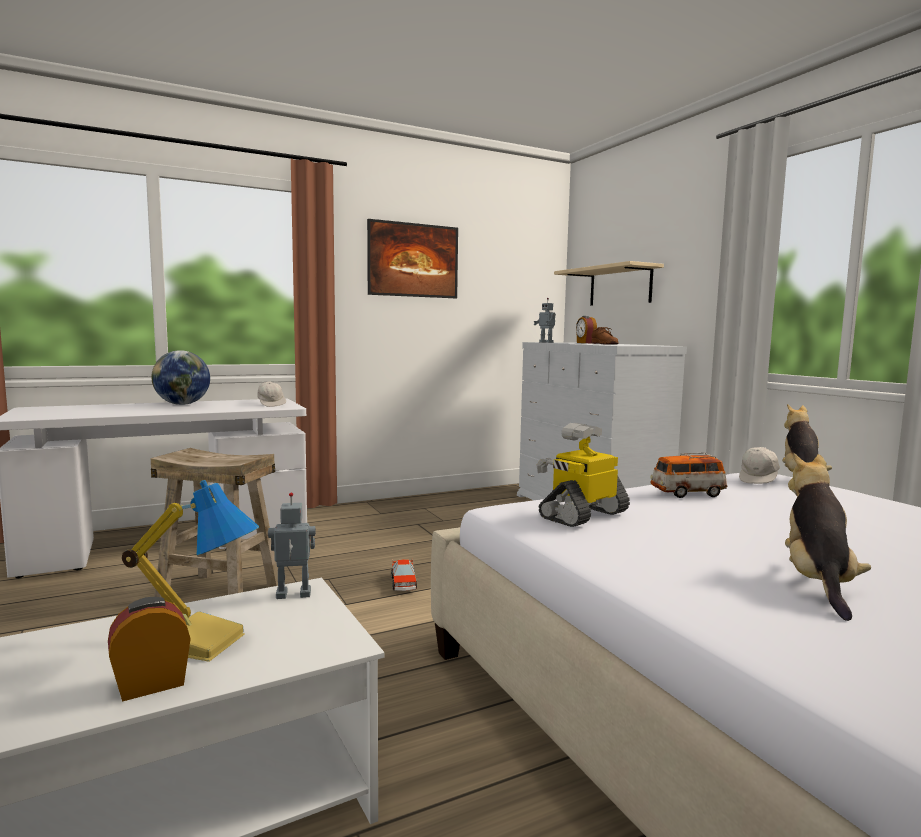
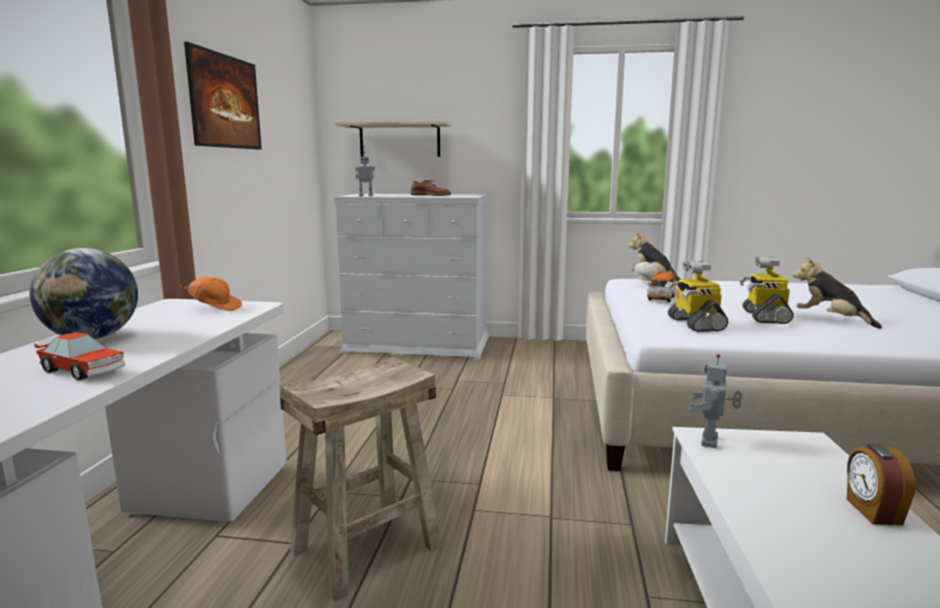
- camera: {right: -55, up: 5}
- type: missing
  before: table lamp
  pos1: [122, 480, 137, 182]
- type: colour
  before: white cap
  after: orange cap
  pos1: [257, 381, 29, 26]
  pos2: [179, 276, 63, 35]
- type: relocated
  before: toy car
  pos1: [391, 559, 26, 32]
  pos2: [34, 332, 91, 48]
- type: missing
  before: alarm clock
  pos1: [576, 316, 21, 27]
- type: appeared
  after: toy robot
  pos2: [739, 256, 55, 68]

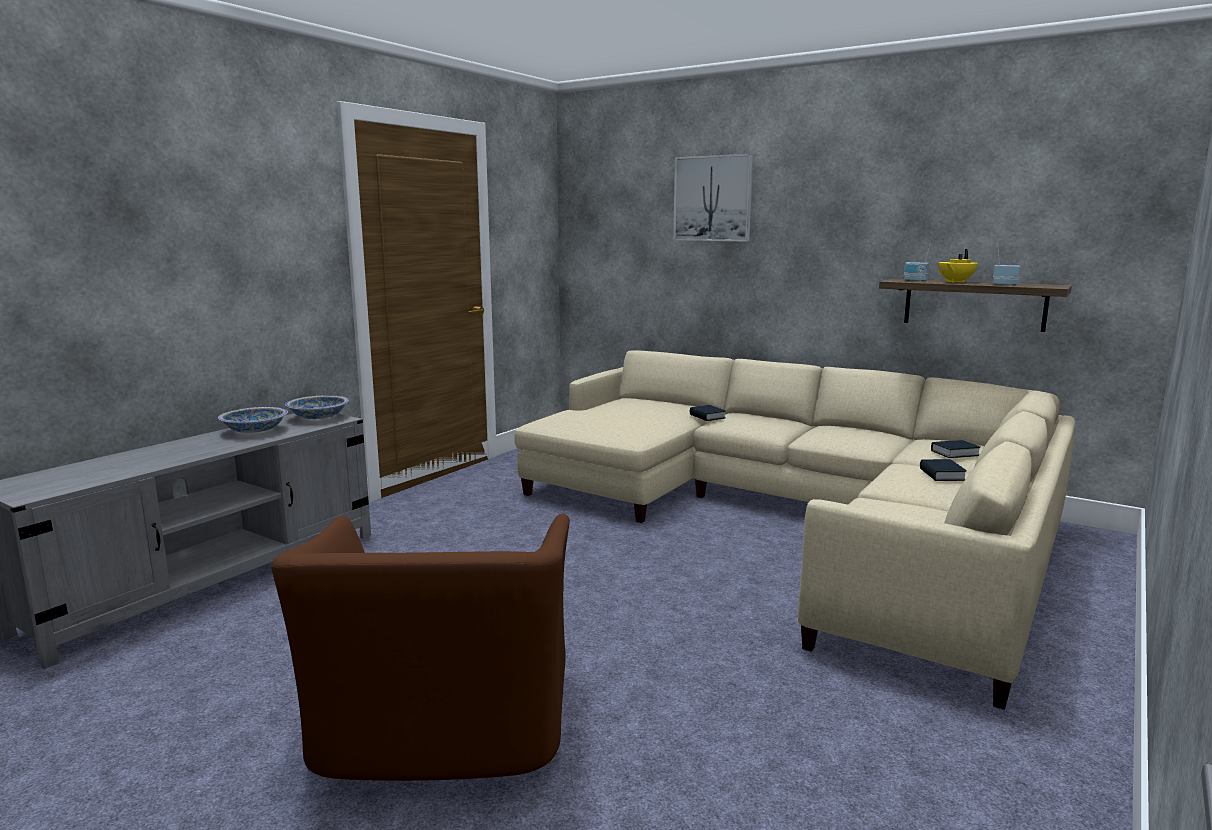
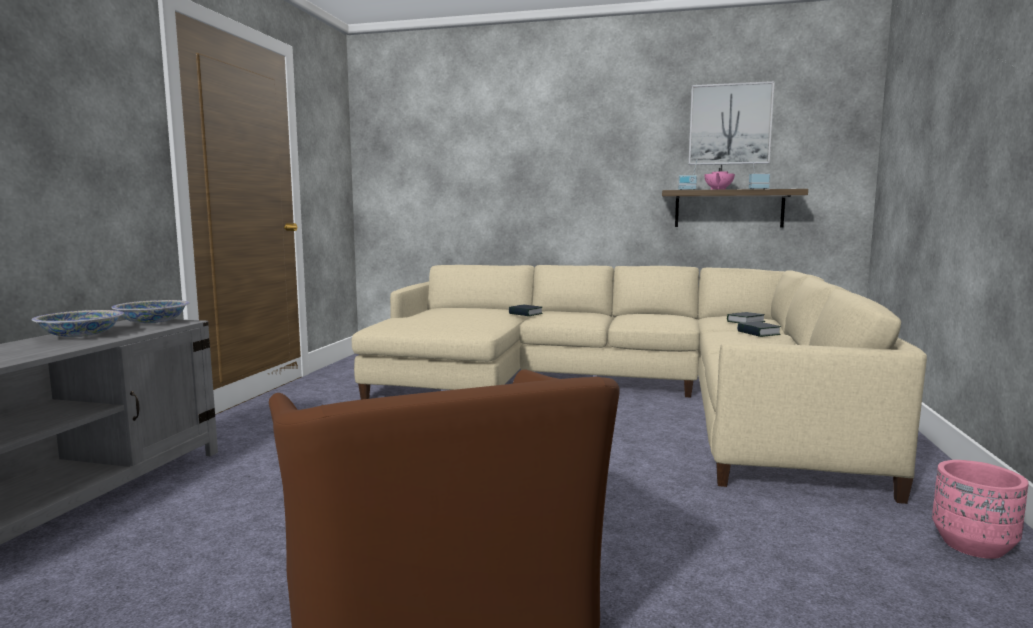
- camera: {right: -20, up: -5}
- type: relocated
  before: picture
  pos1: [673, 154, 80, 88]
  pos2: [688, 81, 87, 84]
- type: colour
  before: yellow teapot
  after: pink teapot
  pos1: [938, 249, 40, 34]
  pos2: [704, 165, 31, 25]
- type: appeared
  after: pink planter
  pos2: [932, 460, 97, 99]

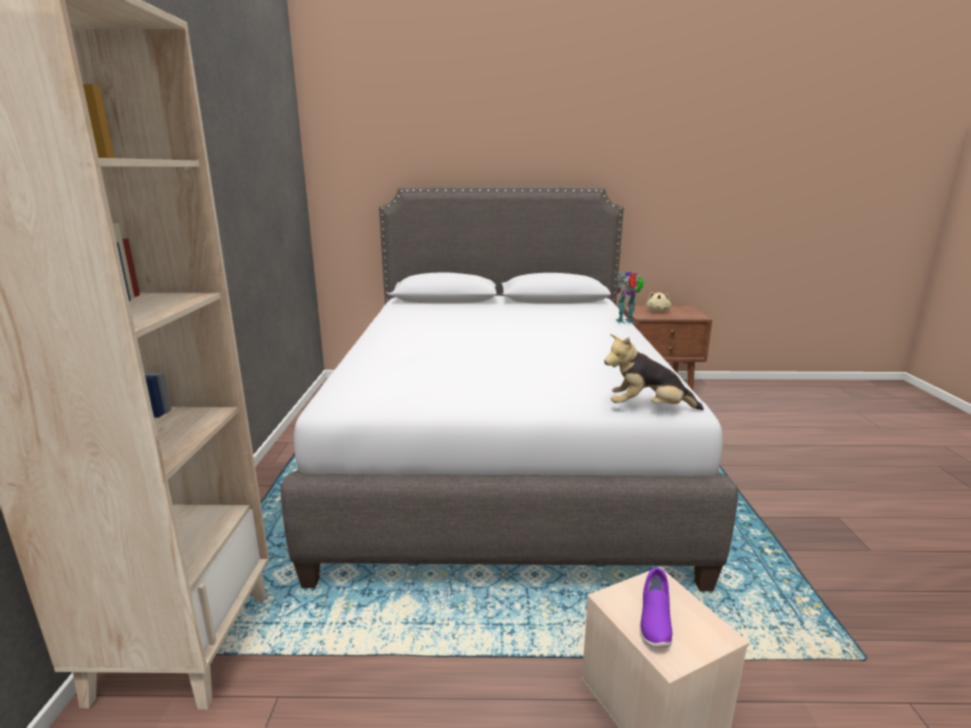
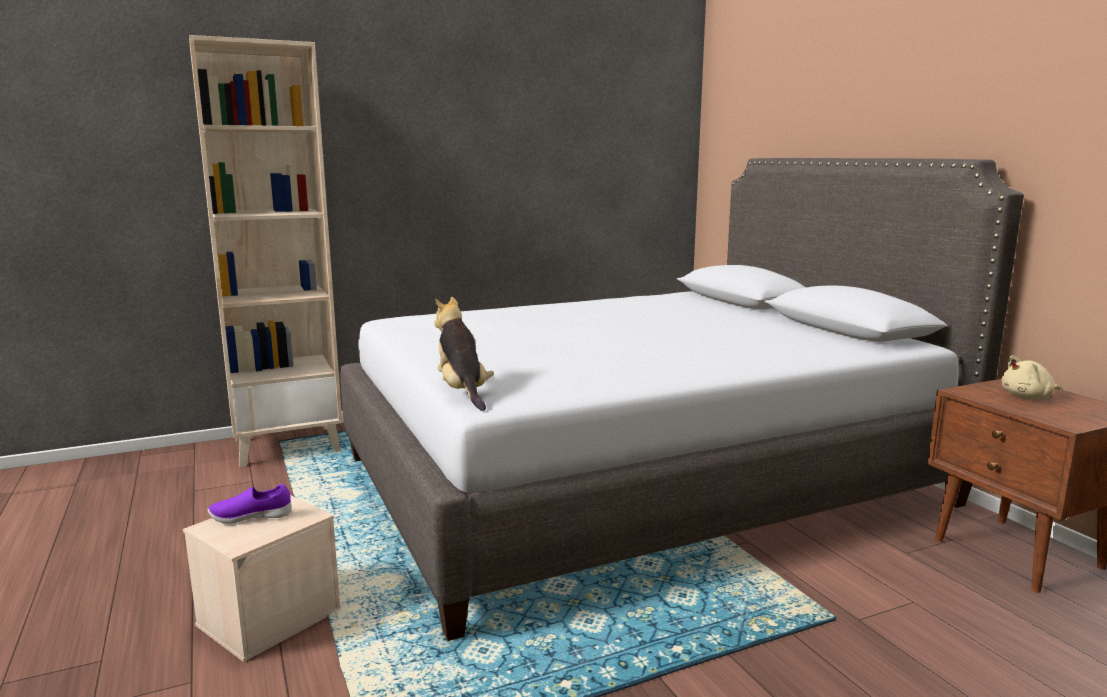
- camera: {right: 65, up: -5}
- type: missing
  before: toy robot
  pos1: [616, 271, 28, 53]

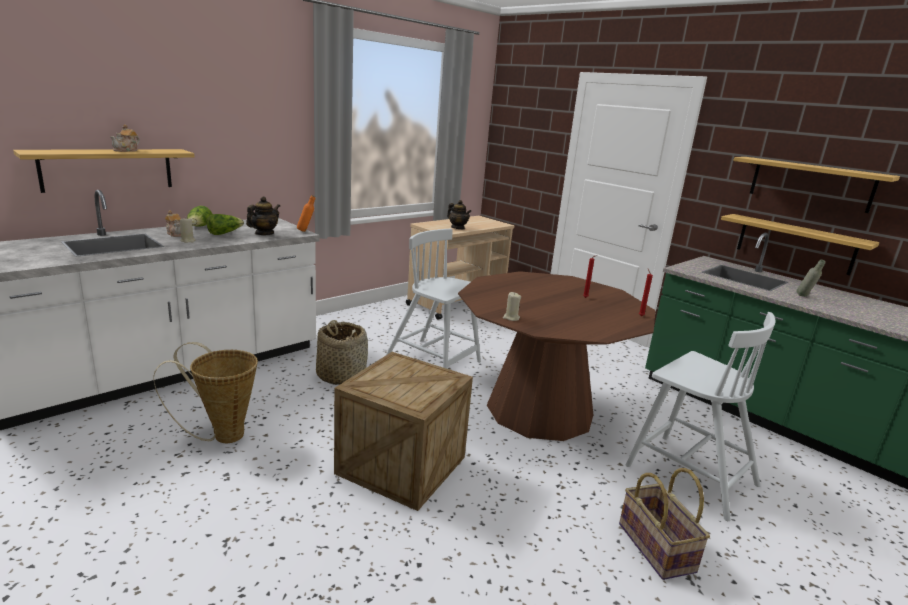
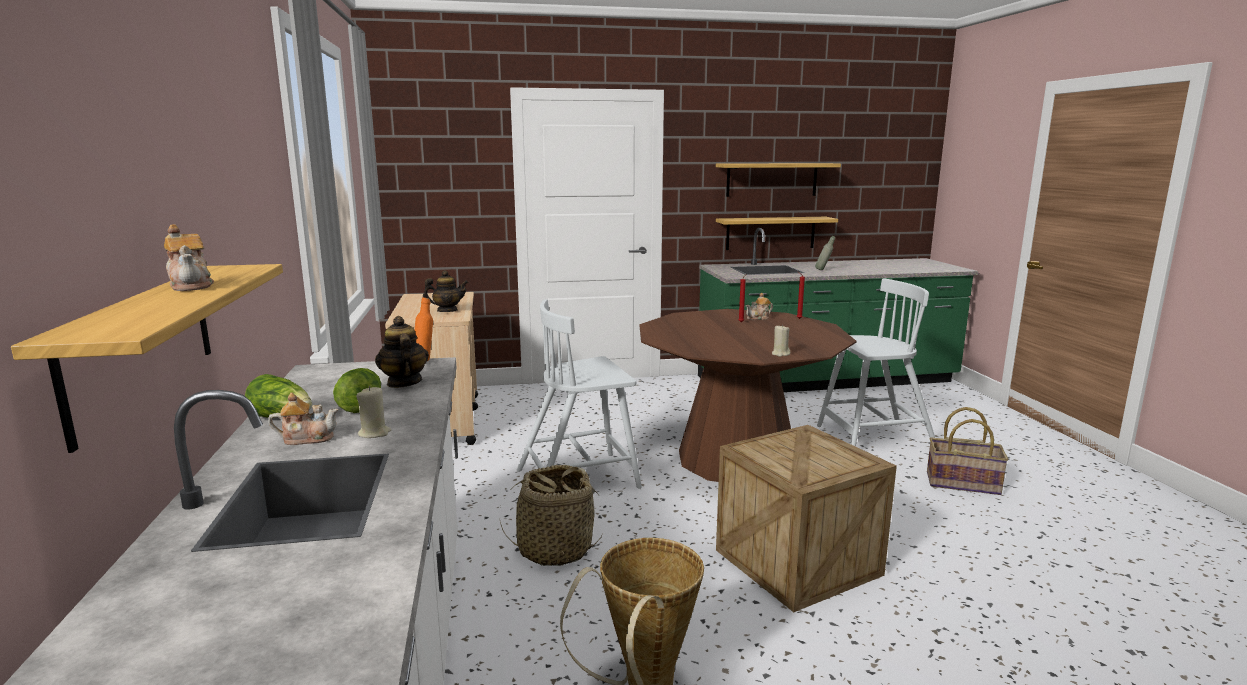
- camera: {right: -55, up: -5}
- type: appeared
  after: teapot
  pos2: [746, 293, 27, 27]

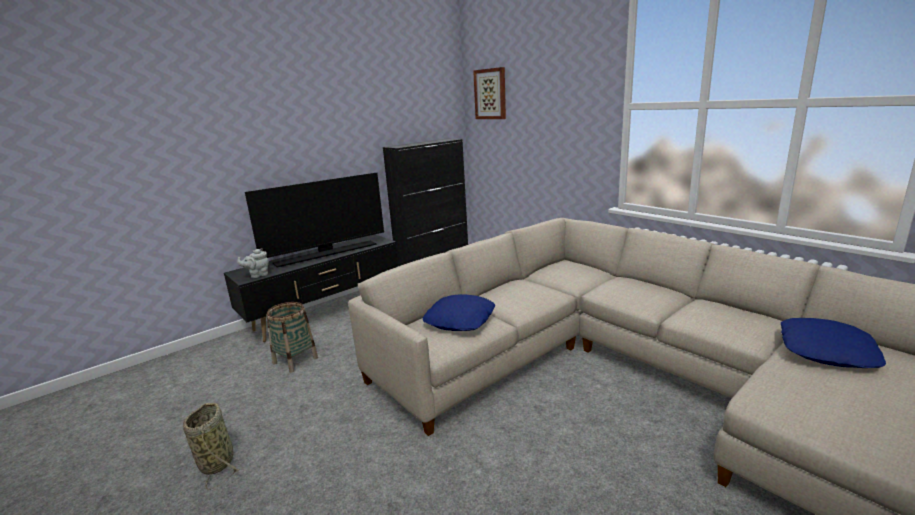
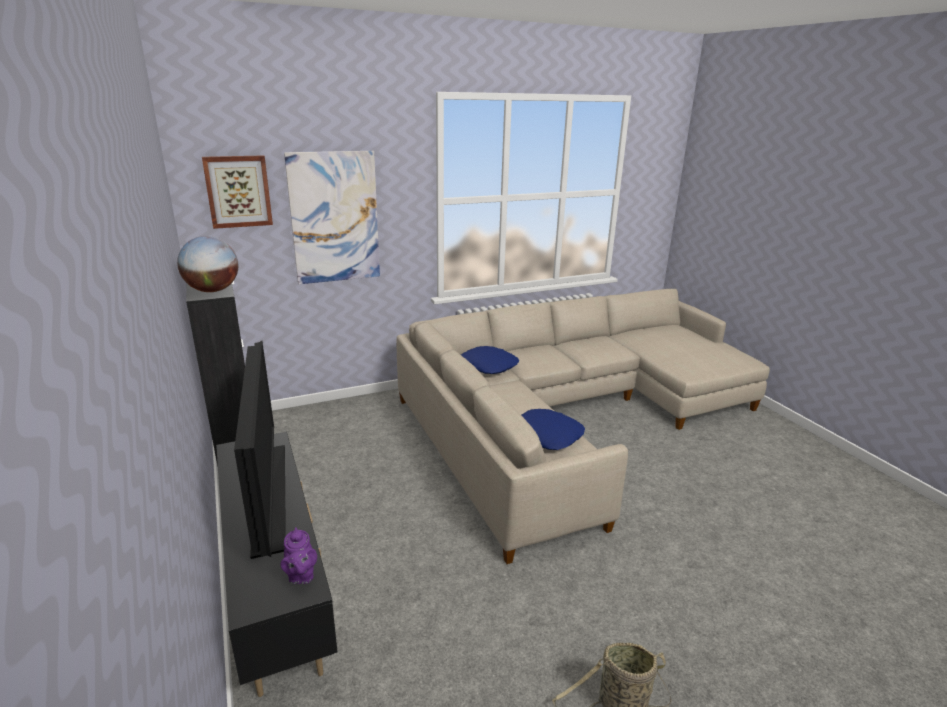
- camera: {right: -75, up: 5}
- type: colour
  before: grey teapot
  after: purple teapot
  pos1: [237, 248, 32, 30]
  pos2: [281, 527, 36, 57]
- type: missing
  before: basket
  pos1: [267, 302, 51, 71]
- type: relocated
  before: blue pillow
  pos1: [781, 318, 105, 50]
  pos2: [461, 346, 58, 28]
- type: appeared
  after: globe
  pos2: [177, 236, 61, 56]
- type: appeared
  after: picture
  pos2: [284, 151, 96, 133]

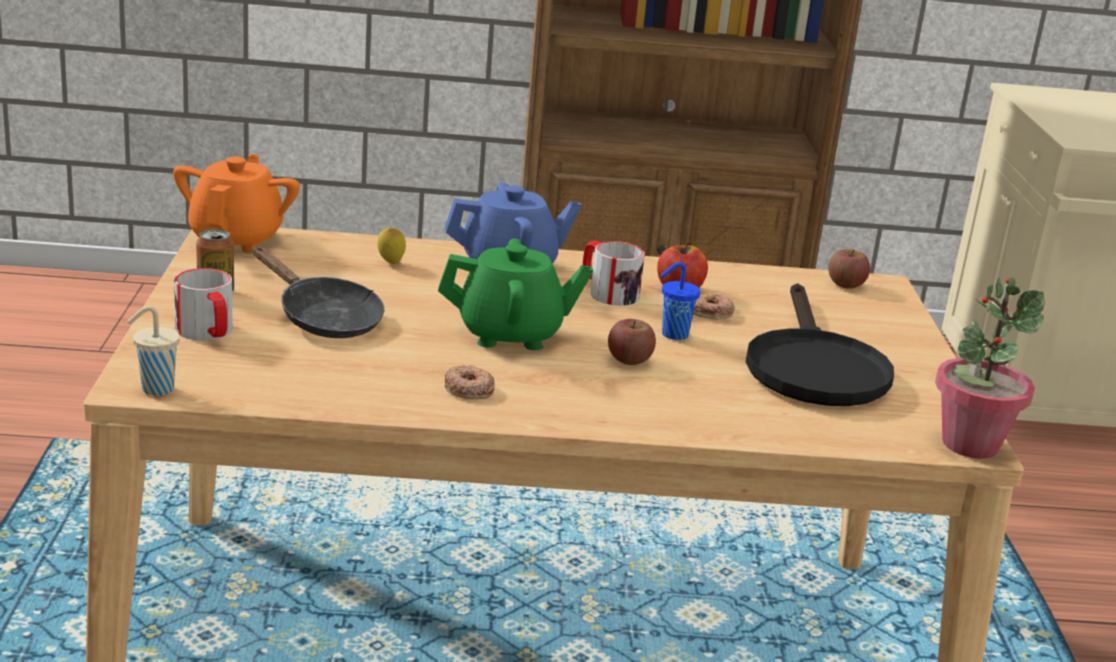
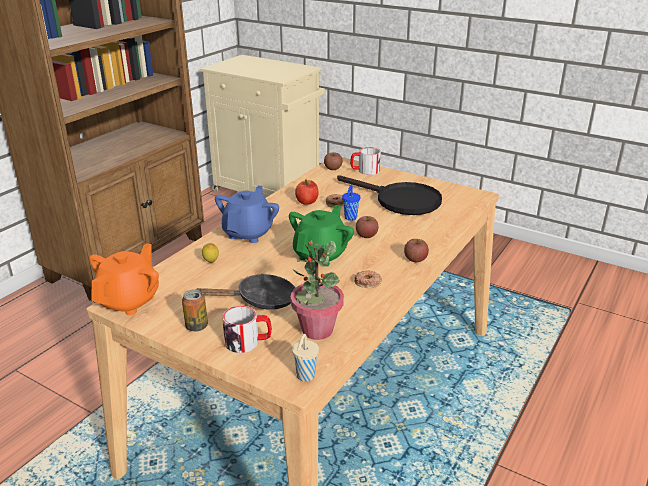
- camera: {right: -55, up: 5}
- type: spun
  before: orange teapot
  pos1: [173, 154, 127, 99]
  pos2: [89, 243, 70, 72]
  turn: 75
- type: relocated
  before: mug
  pos1: [583, 241, 62, 65]
  pos2: [350, 147, 31, 28]
- type: relocated
  before: potted plant
  pos1: [935, 278, 110, 181]
  pos2: [290, 240, 54, 100]
- type: appeared
  after: apple
  pos2: [404, 239, 25, 23]

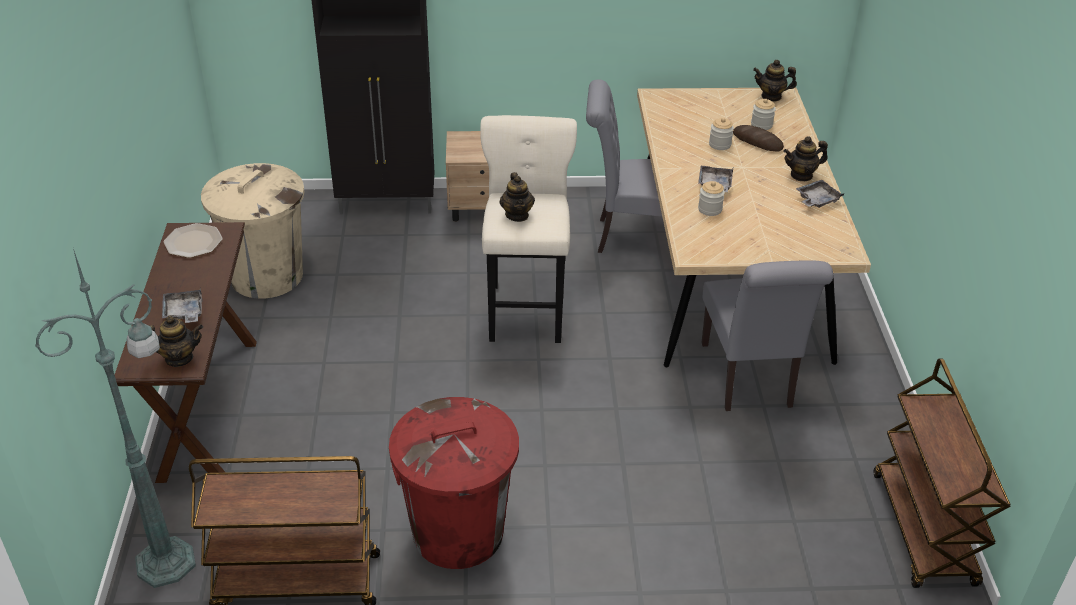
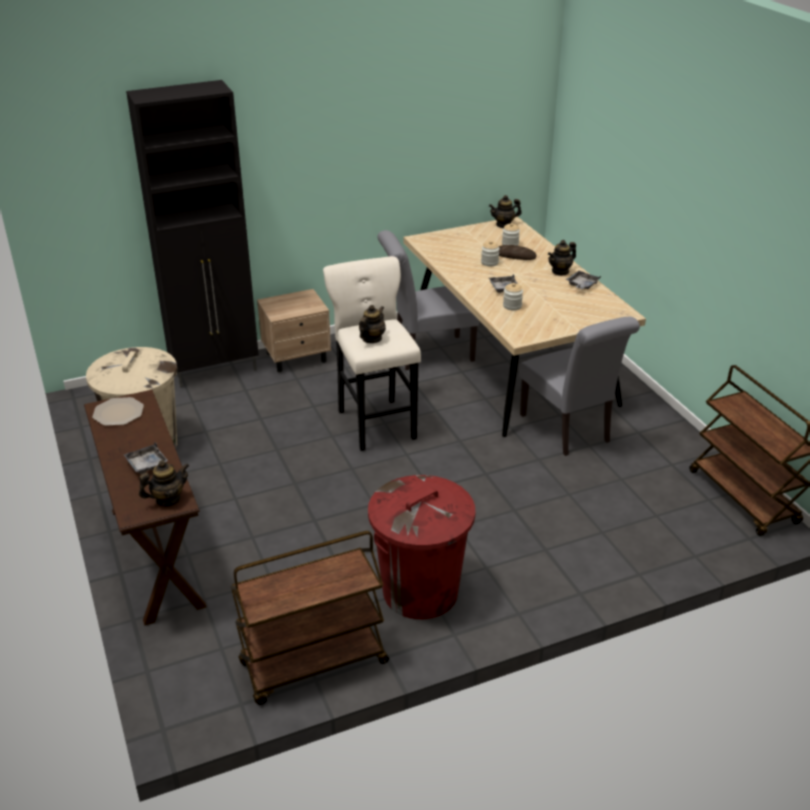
- camera: {right: -20, up: -5}
- type: missing
  before: green floor lamp
  pos1: [35, 249, 161, 339]
- type: spun
  before: teapot
  pos1: [499, 172, 36, 50]
  pos2: [359, 305, 27, 38]
  turn: -120

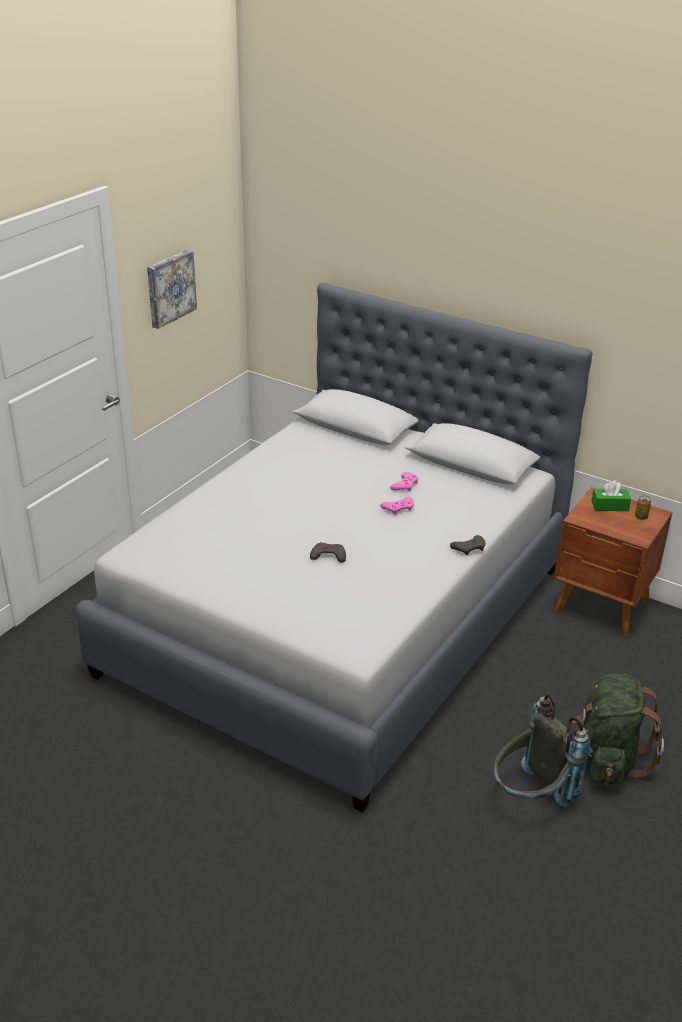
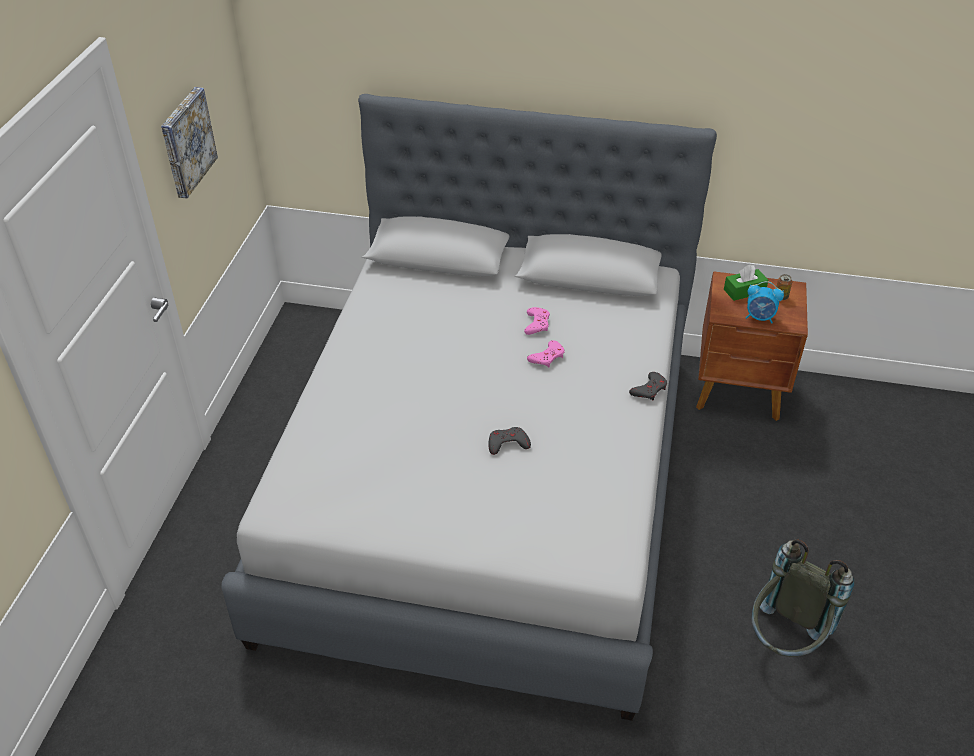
- camera: {right: -20, up: 10}
- type: missing
  before: green backpack
  pos1: [572, 674, 92, 111]
- type: appeared
  after: alarm clock
  pos2: [746, 281, 38, 42]

